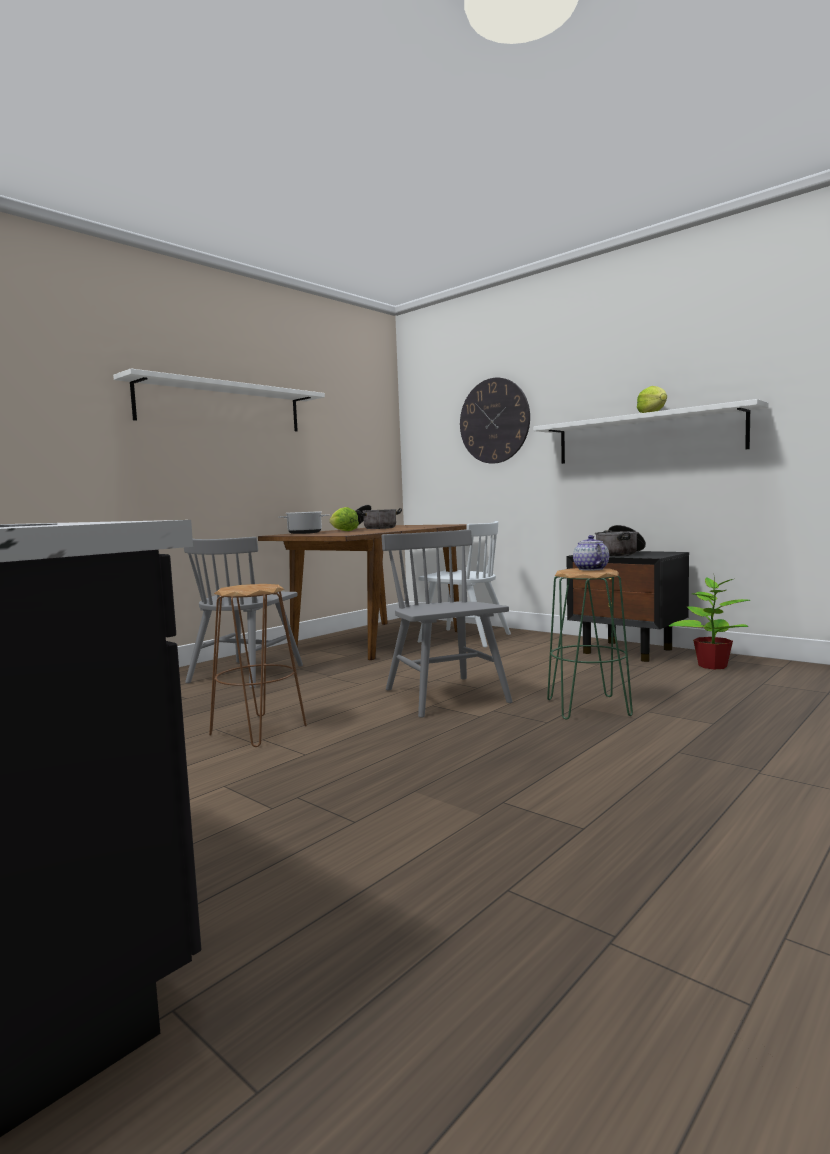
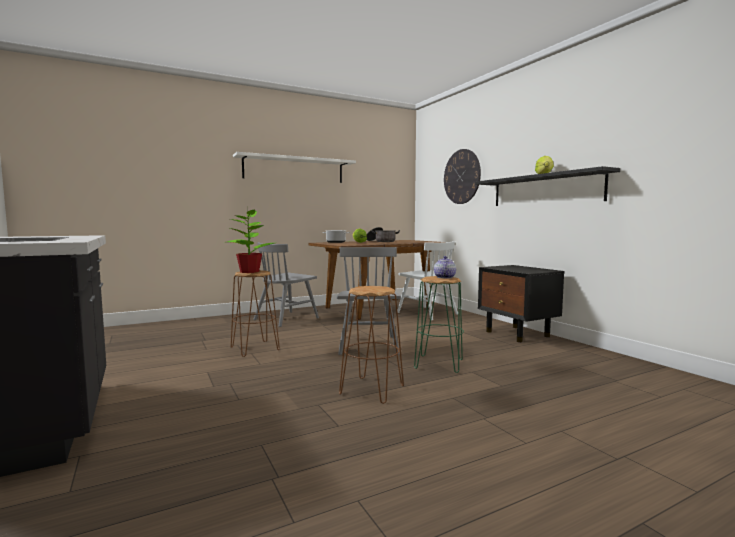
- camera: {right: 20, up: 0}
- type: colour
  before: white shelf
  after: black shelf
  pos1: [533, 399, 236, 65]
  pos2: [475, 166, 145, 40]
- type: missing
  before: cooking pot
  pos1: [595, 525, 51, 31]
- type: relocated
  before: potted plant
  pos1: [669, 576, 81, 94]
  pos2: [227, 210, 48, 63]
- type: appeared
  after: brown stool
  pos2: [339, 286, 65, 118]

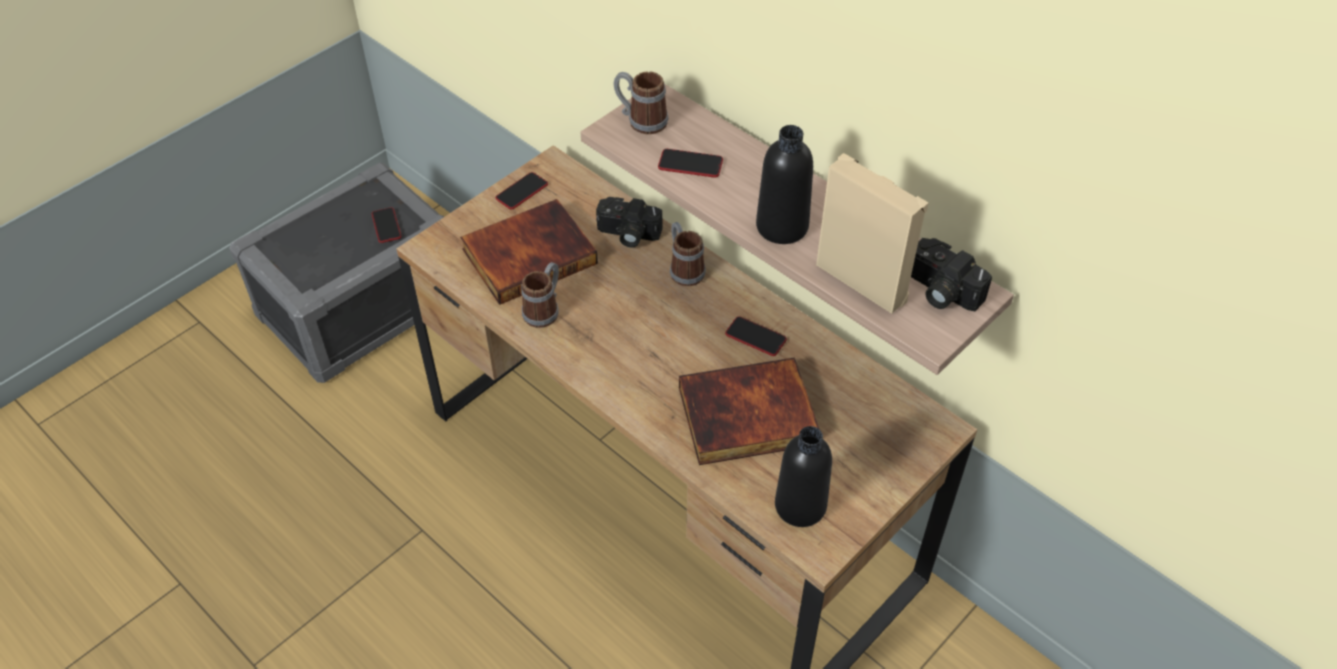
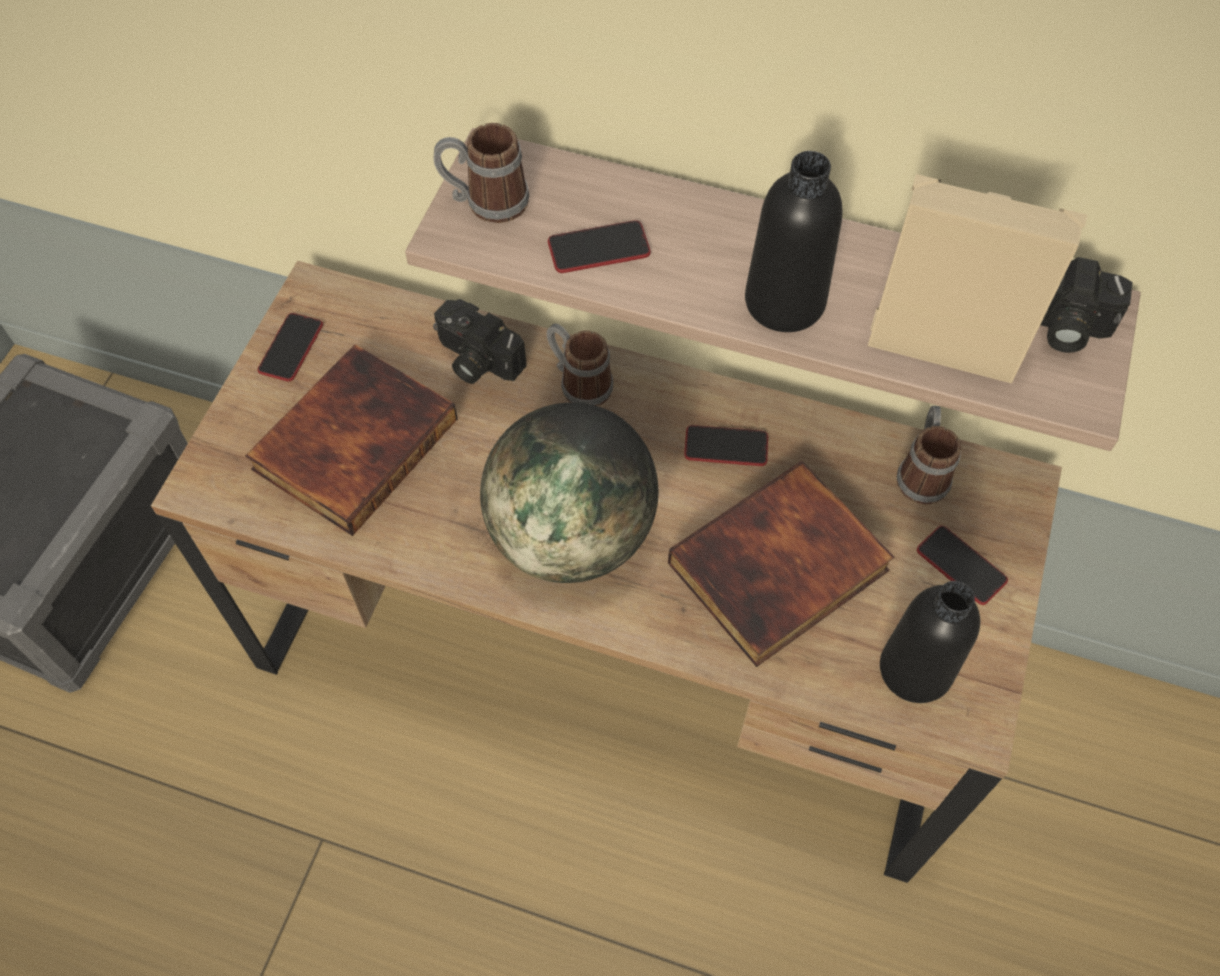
- camera: {right: -25, up: 10}
- type: relocated
  before: phone
  pos1: [372, 207, 29, 36]
  pos2: [917, 526, 91, 79]
- type: relocated
  before: mug
  pos1: [521, 262, 38, 66]
  pos2: [897, 406, 64, 99]
- type: spun
  before: photo camera
  pos1: [596, 197, 66, 51]
  pos2: [433, 299, 94, 85]
  turn: 45
- type: appeared
  after: globe
  pos2: [480, 403, 178, 180]

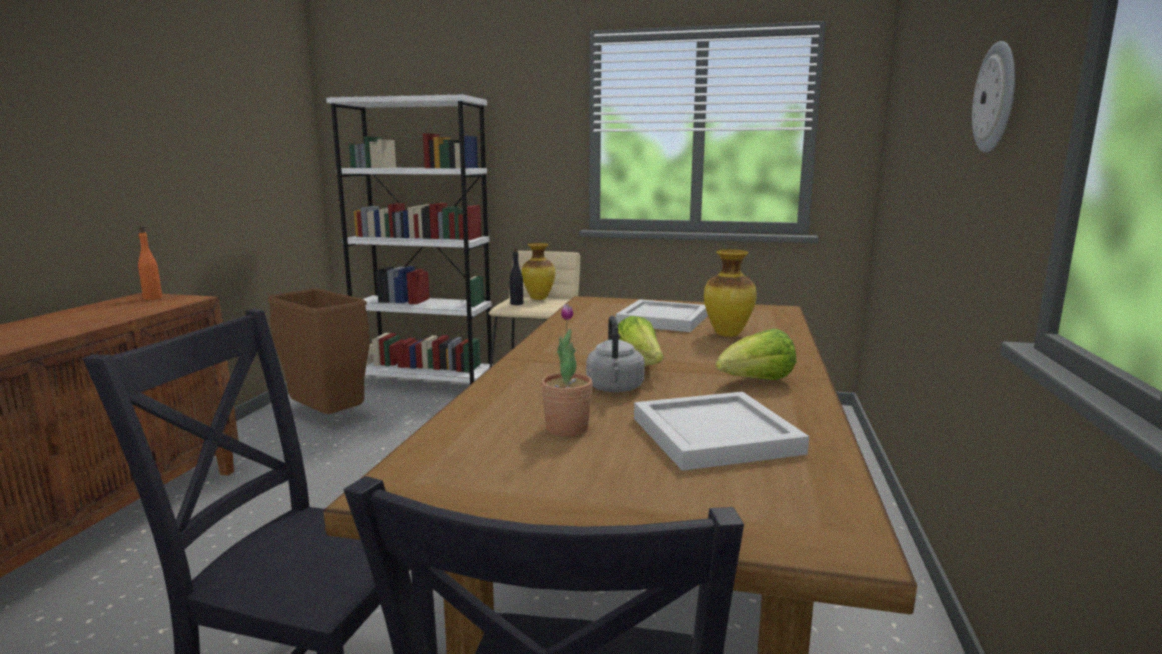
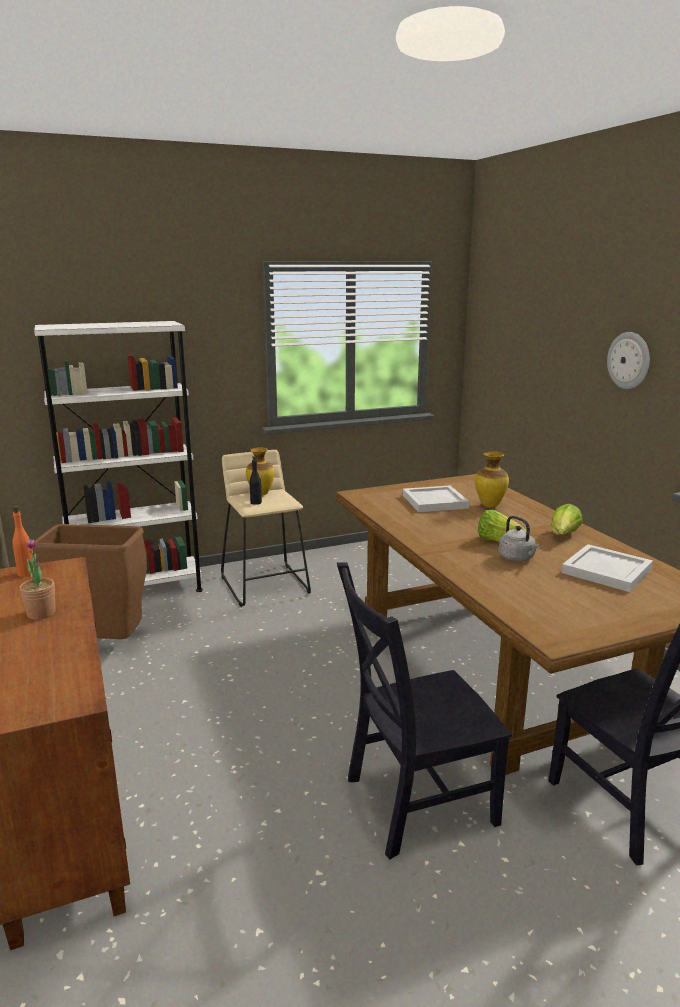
- camera: {right: -35, up: 5}
- type: relocated
  before: potted plant
  pos1: [541, 304, 52, 133]
  pos2: [19, 538, 37, 82]

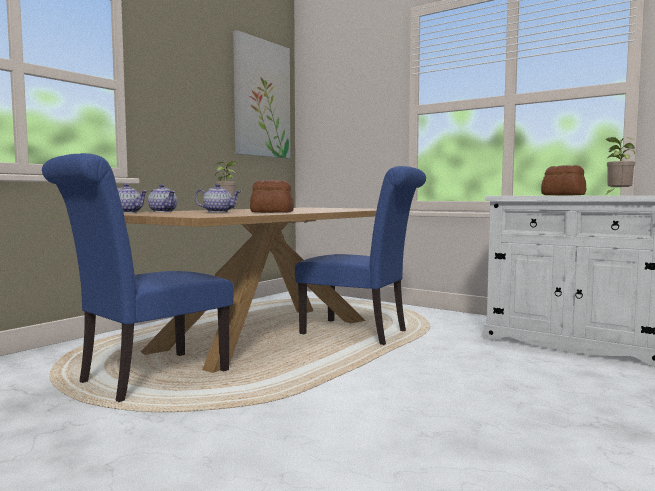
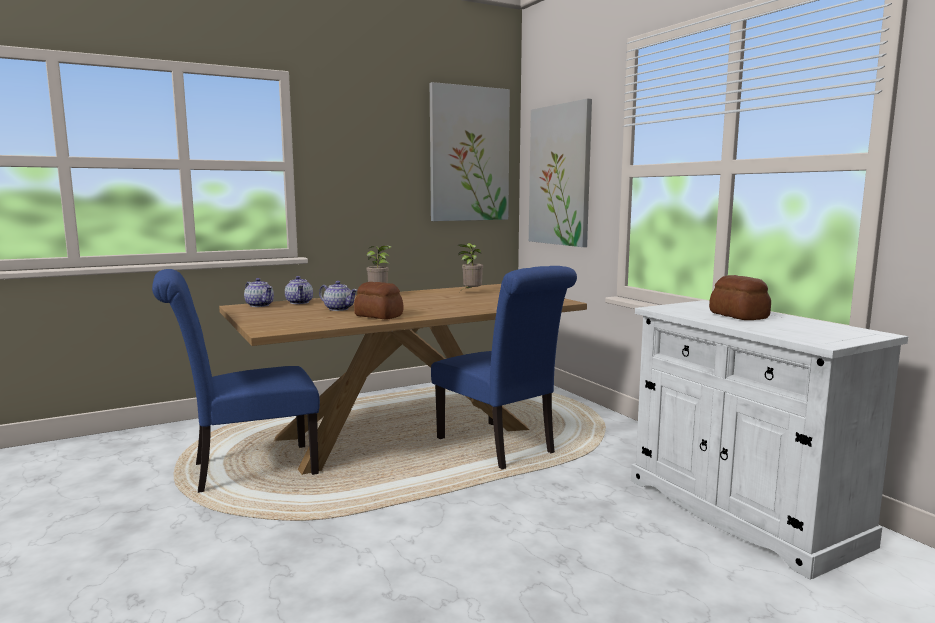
- camera: {right: 25, up: 5}
- type: relocated
  before: potted plant
  pos1: [606, 137, 29, 57]
  pos2: [458, 243, 25, 46]
- type: appeared
  after: picture
  pos2: [529, 98, 63, 149]

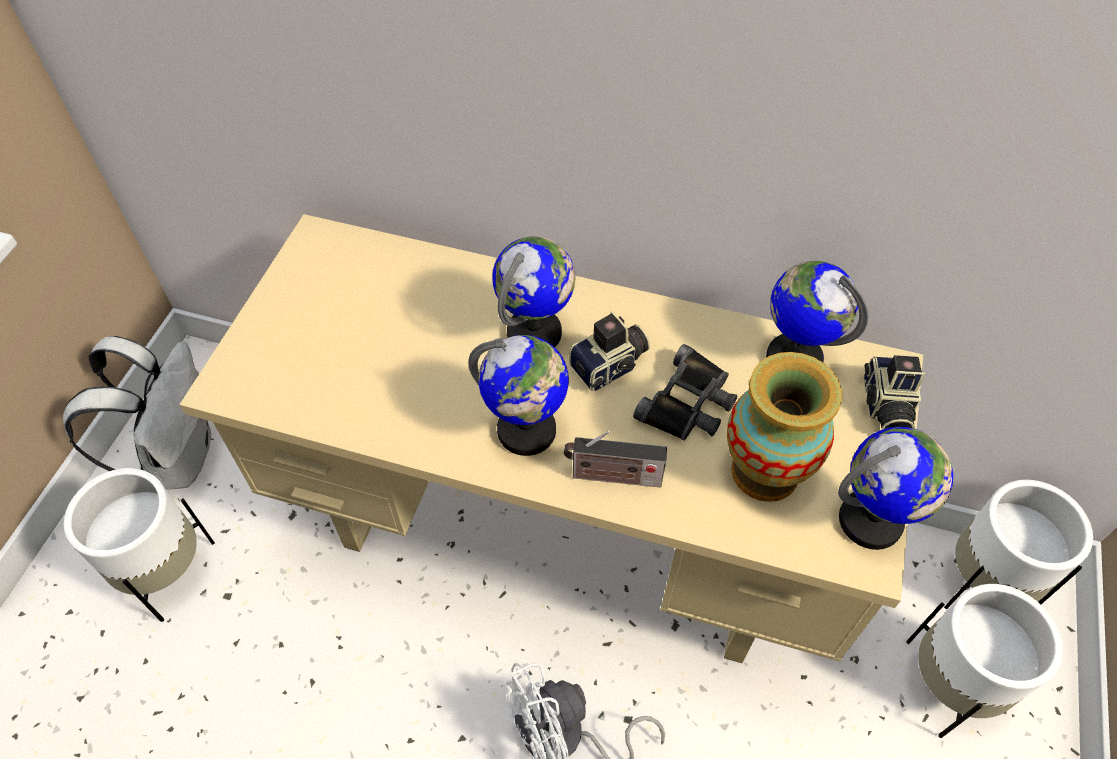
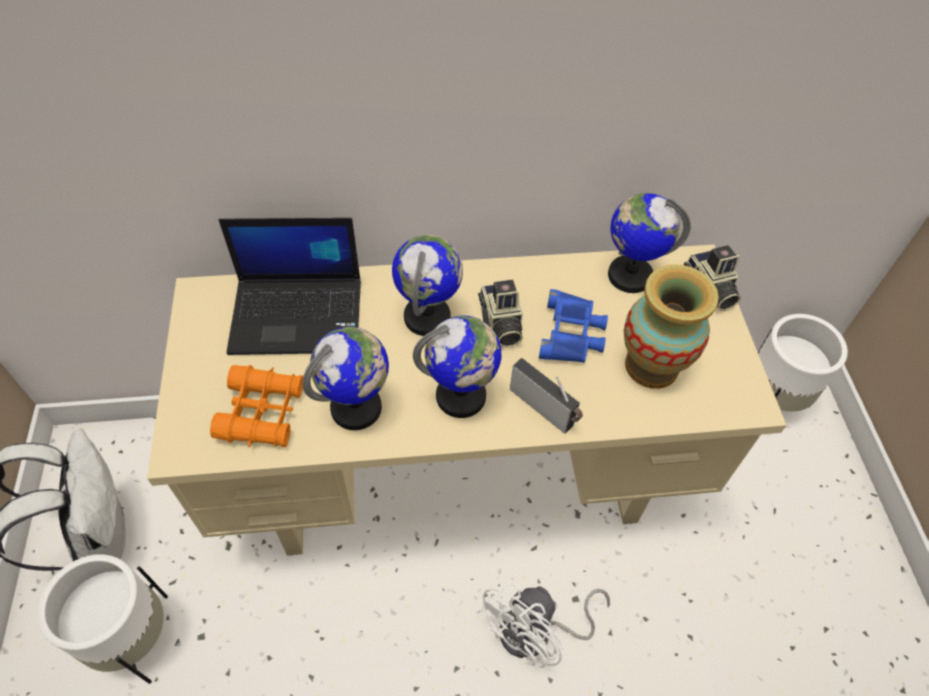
- camera: {right: -25, up: 0}
- type: spun
  before: radio
  pos1: [564, 430, 103, 57]
  pos2: [510, 358, 73, 76]
  turn: -120
- type: spun
  before: photo camera
  pos1: [569, 311, 81, 81]
  pos2: [478, 280, 45, 68]
  turn: 135
- type: colour
  before: black binoculars
  after: blue binoculars
  pos1: [633, 344, 104, 97]
  pos2: [539, 289, 69, 74]
- type: relocated
  before: globe
  pos1: [838, 427, 115, 123]
  pos2: [303, 327, 86, 103]
- type: missing
  before: white planter
  pos1: [906, 584, 157, 154]
- type: appeared
  after: orange binoculars
  pos2: [210, 365, 93, 82]
- type: appeared
  after: laptop
  pos2: [218, 218, 143, 137]

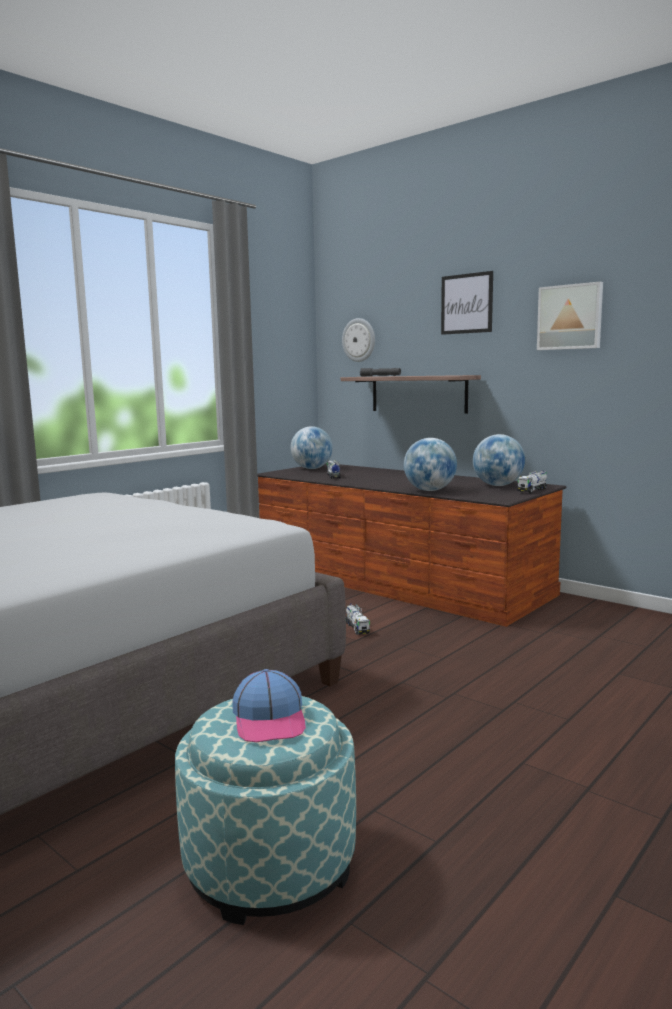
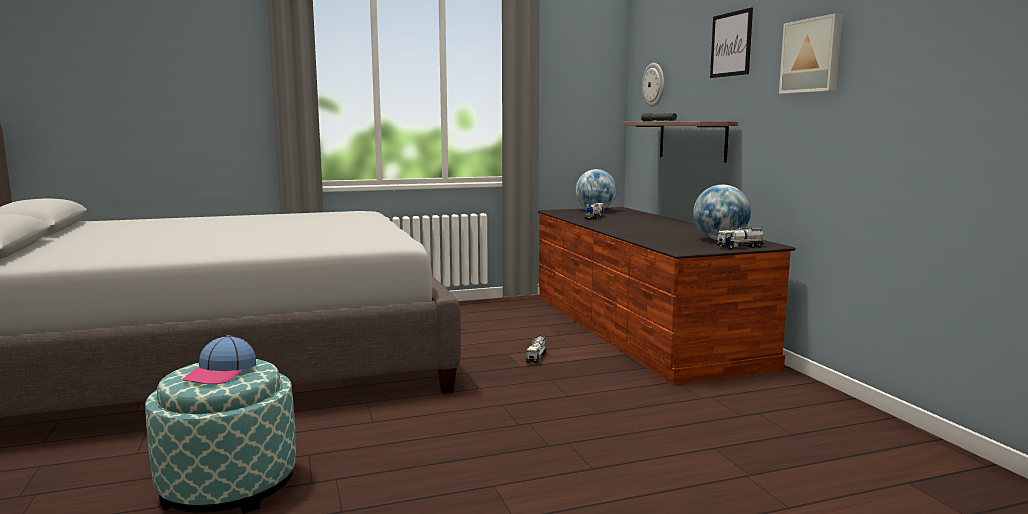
- camera: {right: 30, up: 0}
- type: missing
  before: globe
  pos1: [404, 438, 53, 53]

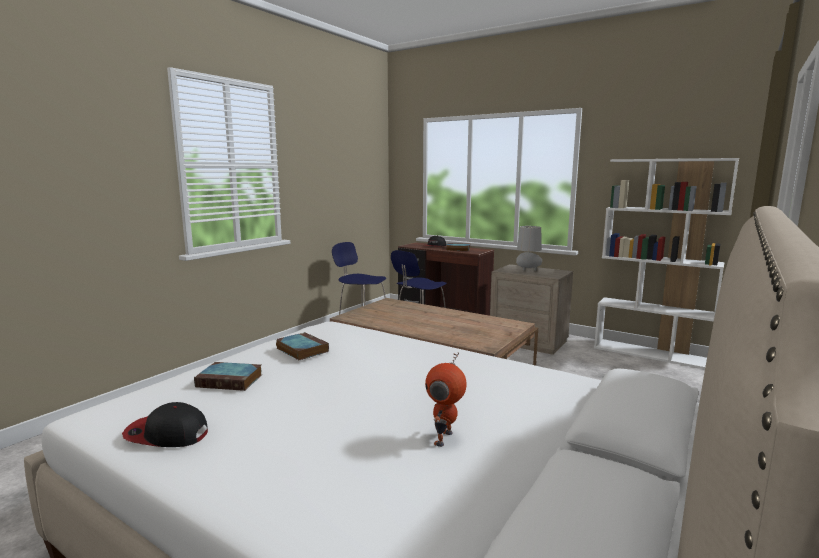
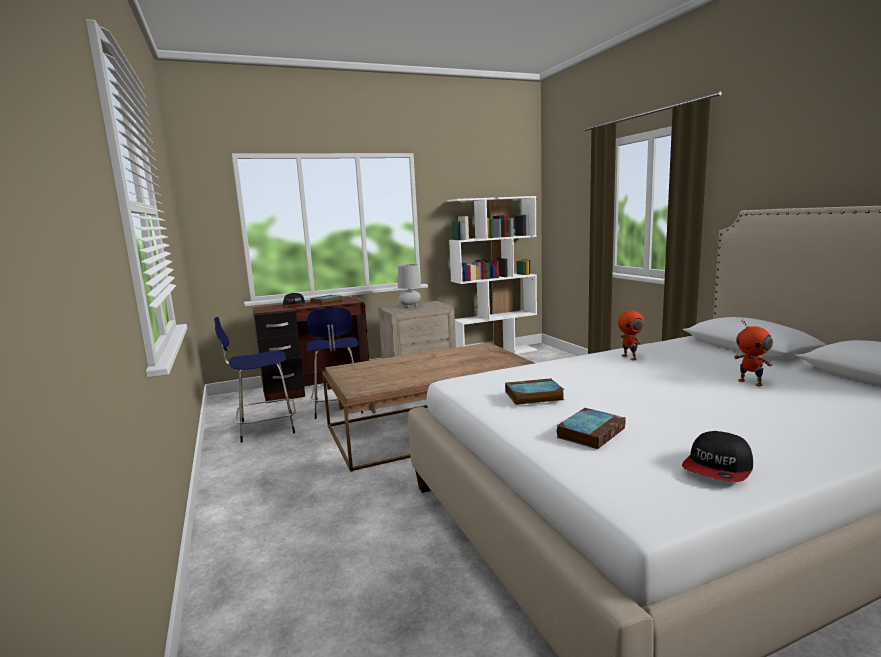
- camera: {right: -55, up: 0}
- type: appeared
  after: toy robot
  pos2: [618, 305, 26, 55]

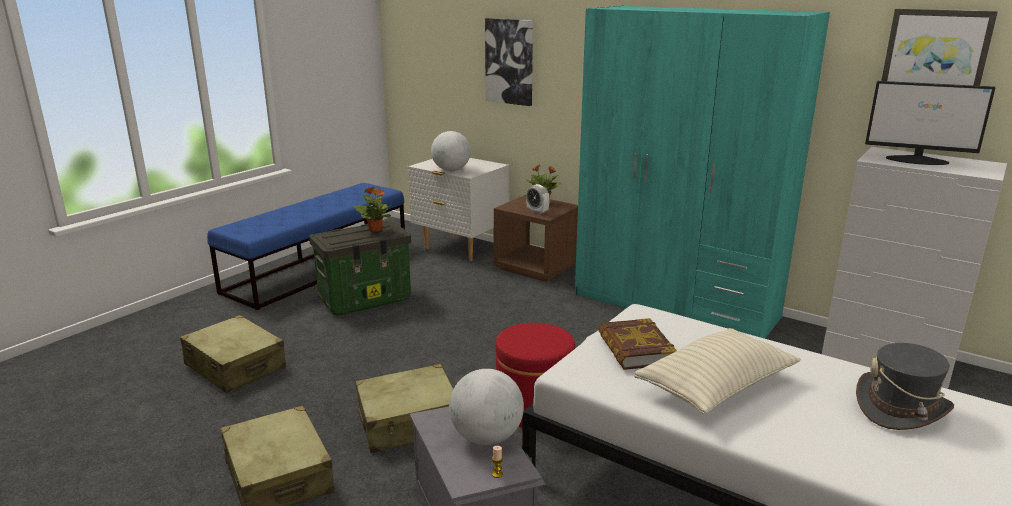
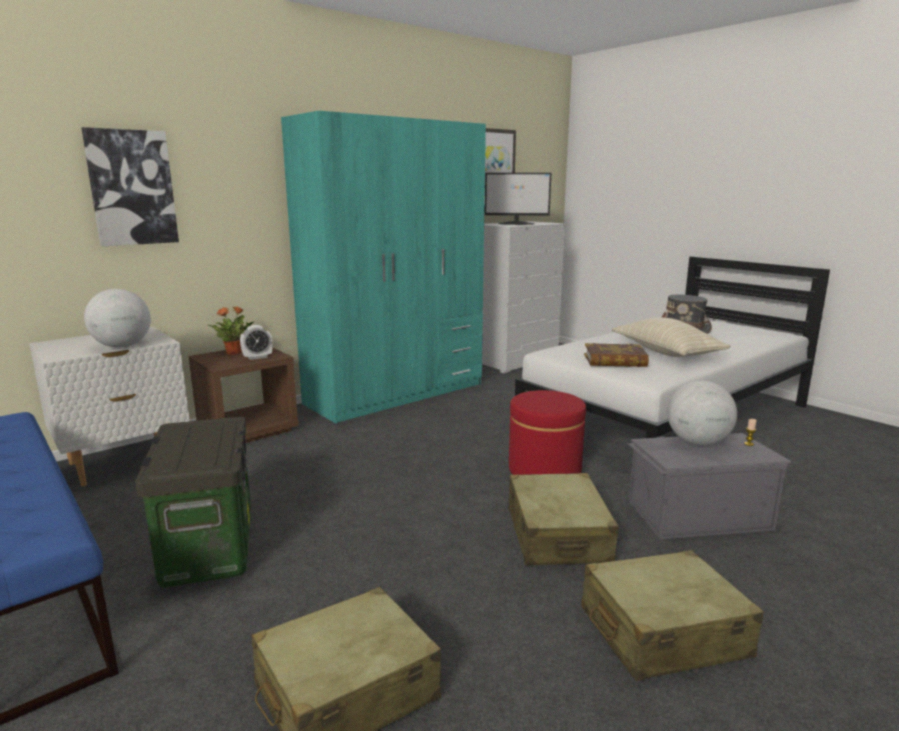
- camera: {right: -75, up: -5}
- type: missing
  before: potted plant
  pos1: [353, 187, 39, 45]
- type: spun
  before: monitor
  pos1: [865, 81, 131, 84]
  pos2: [485, 173, 66, 52]
  turn: 60

